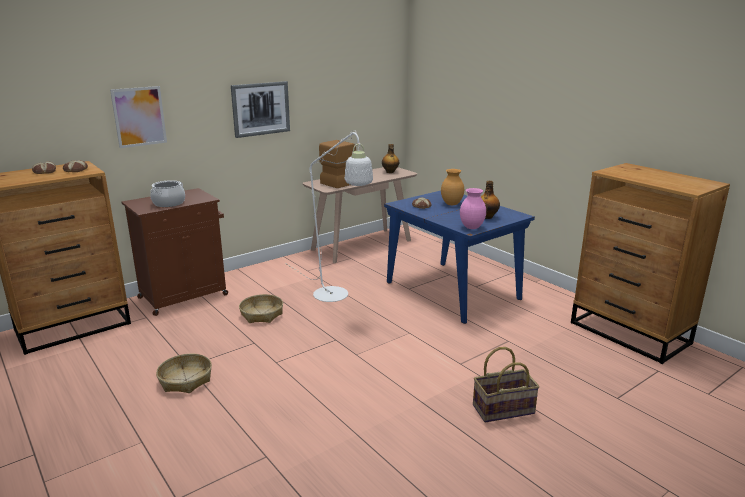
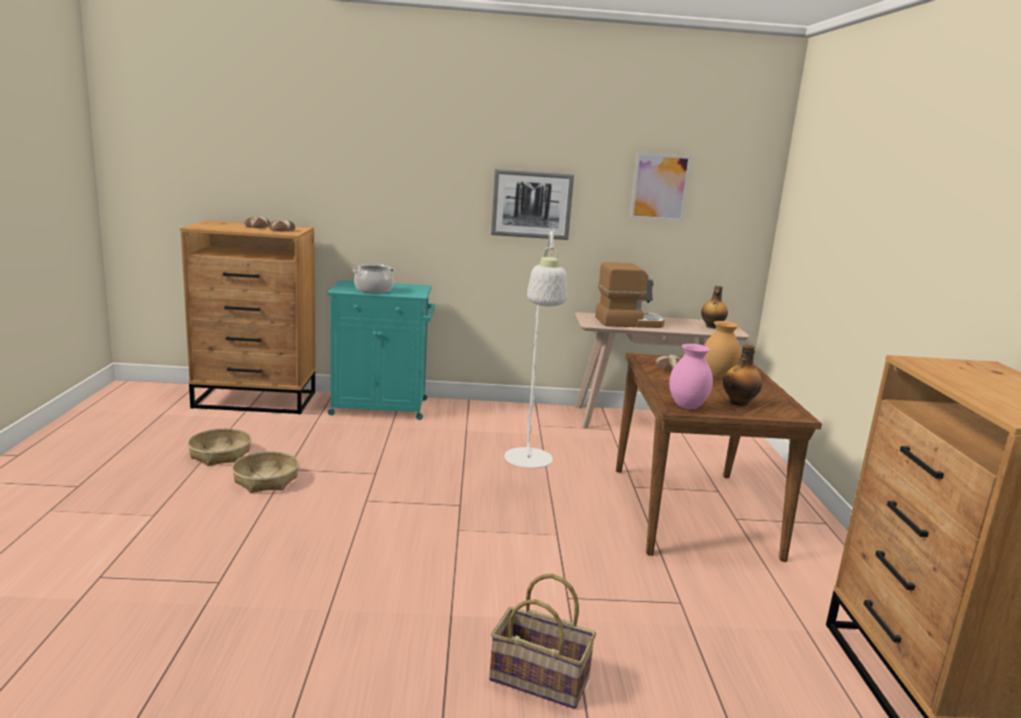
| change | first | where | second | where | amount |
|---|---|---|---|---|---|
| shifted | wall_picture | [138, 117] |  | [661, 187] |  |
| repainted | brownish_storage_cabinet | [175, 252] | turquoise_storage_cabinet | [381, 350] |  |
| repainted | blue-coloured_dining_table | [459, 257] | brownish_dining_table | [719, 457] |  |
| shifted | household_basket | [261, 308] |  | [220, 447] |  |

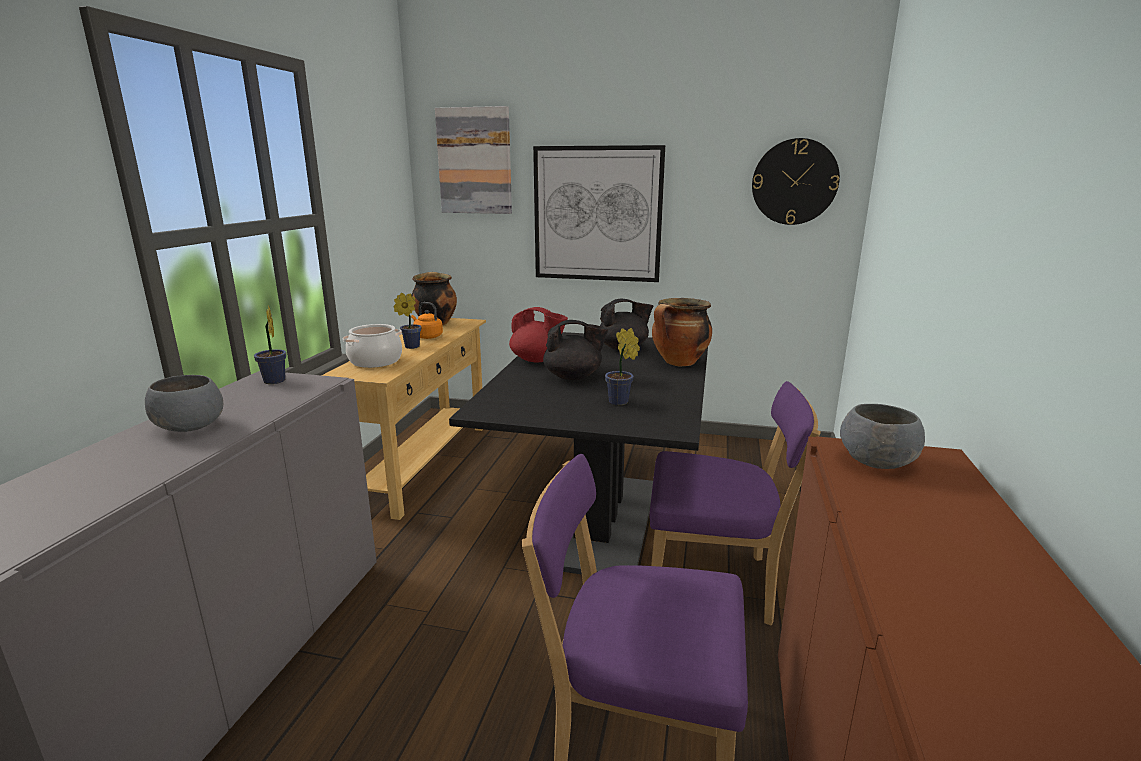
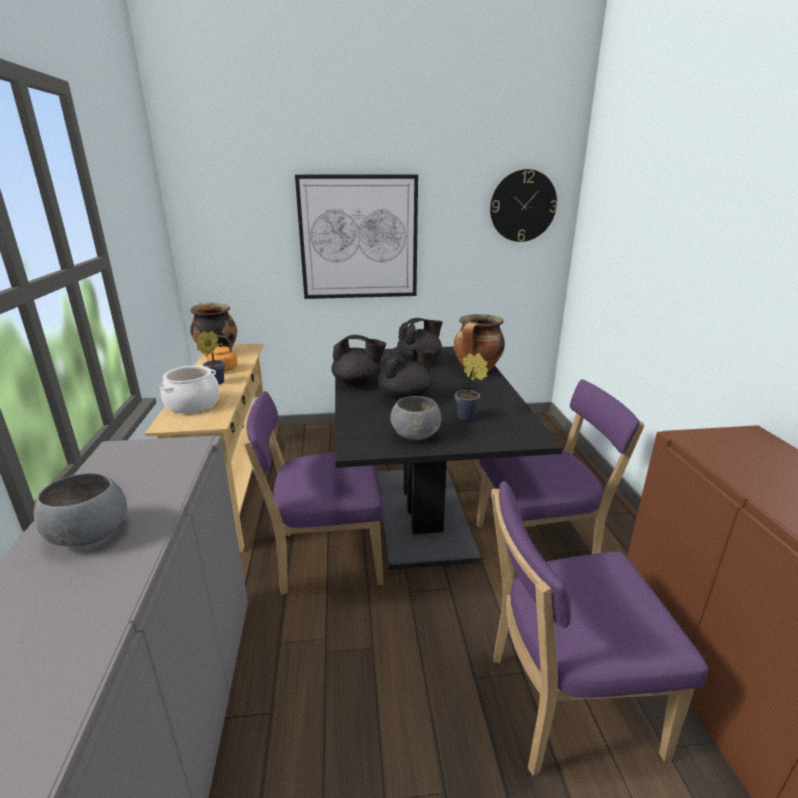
| change | first | where | second | where | amount |
|---|---|---|---|---|---|
| gone | wall_picture | [473, 160] |  |  |  |
| gone | houseplant | [270, 344] |  |  |  |
| repainted | red-coloured_pot_for_tea | [538, 335] | black_pot_for_tea | [358, 360] |  |
| shifted | grey_bowl | [882, 436] |  | [415, 418] |  |
| new |  |  | purplish_plain_chair | [313, 493] |  |

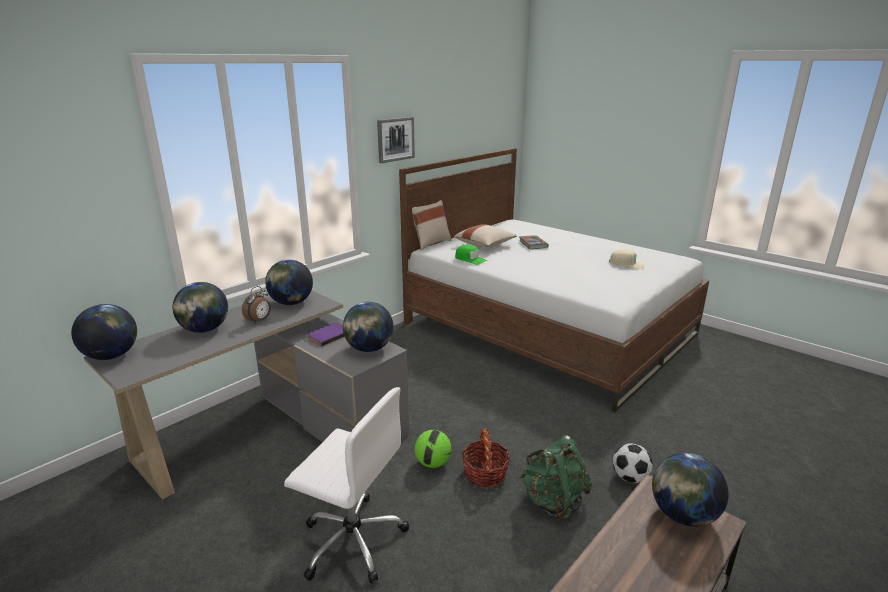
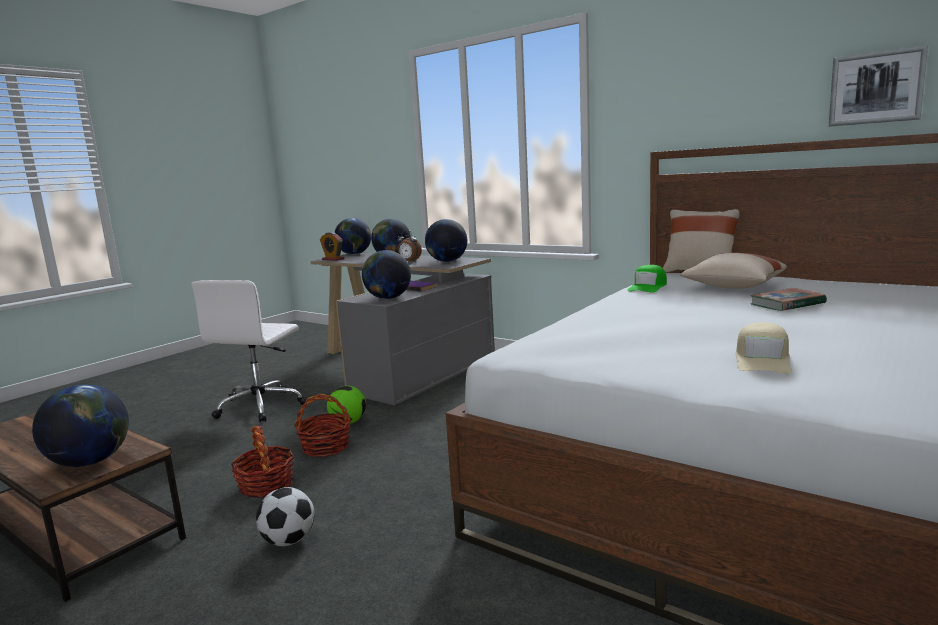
| change | first | where | second | where | amount |
|---|---|---|---|---|---|
| shifted | wall_picture | [396, 140] |  | [878, 86] |  |
| swapped | greenish_backpack | [555, 478] | household_basket | [262, 462] |  |
| new |  |  | alarm_clock | [332, 246] |  |

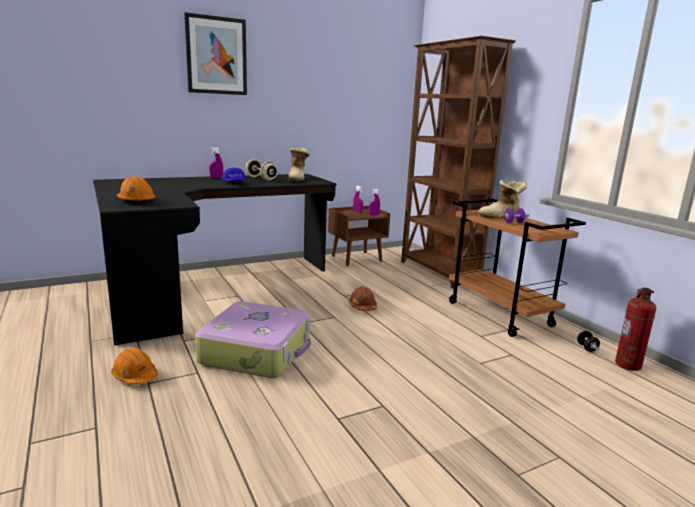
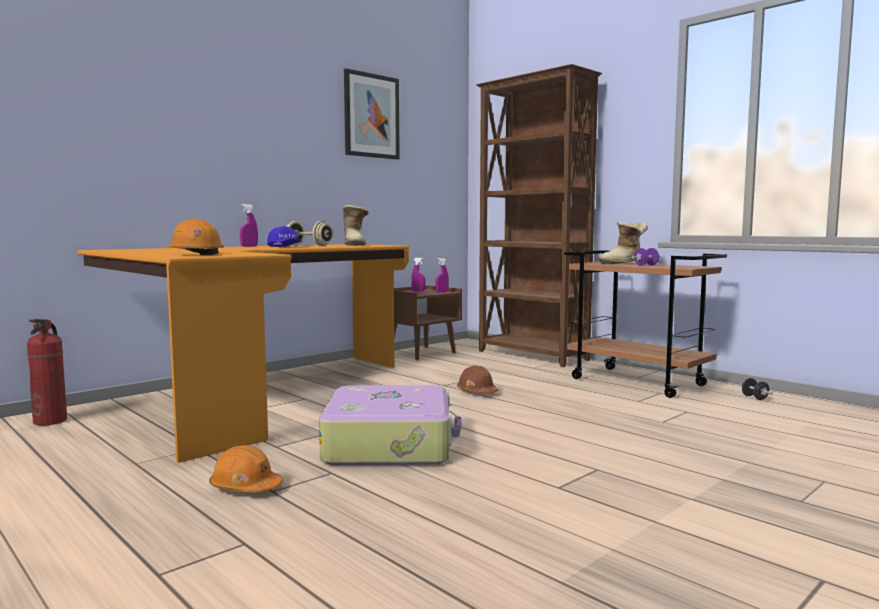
| change | first | where | second | where | amount |
|---|---|---|---|---|---|
| shifted | wall_picture | [215, 53] |  | [372, 114] |  |
| repainted | black_desk | [214, 259] | orange_desk | [243, 353] |  |
| shifted | fire-fighting_cylinder | [635, 329] |  | [47, 372] |  |

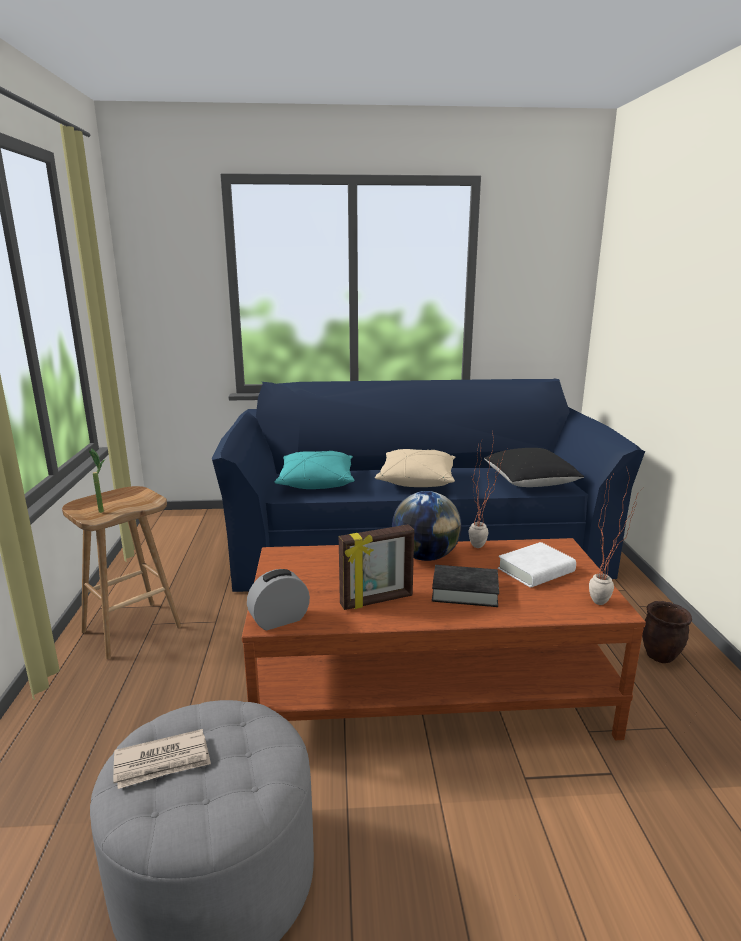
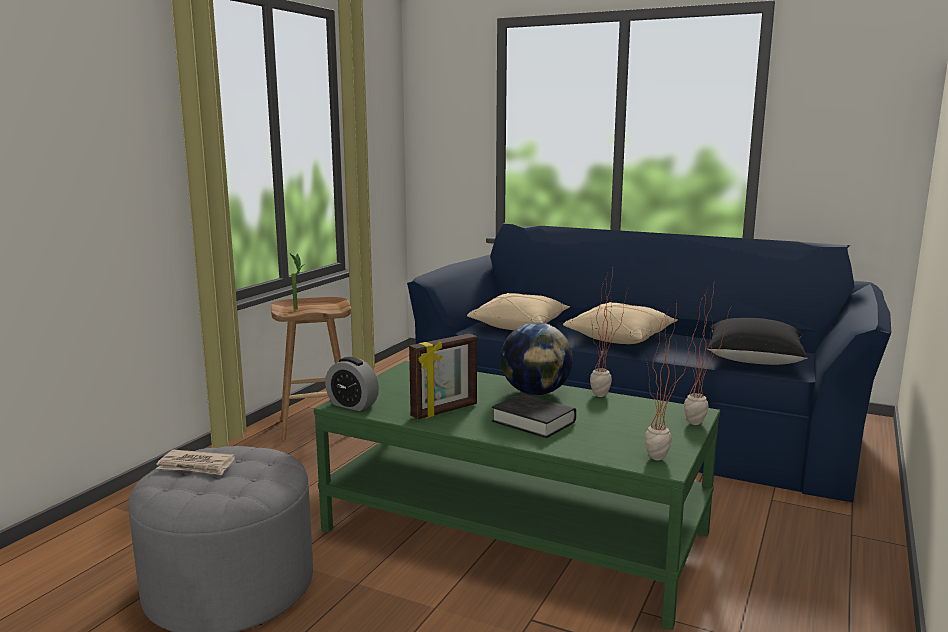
| change | first | where | second | where | amount |
|---|---|---|---|---|---|
| repainted | turquoise_throw_pillow | [314, 470] | beige-coloured_throw_pillow | [518, 311] |  |
| rotated | photo_frame | [376, 567] |  | [443, 376] | 45 degrees counterclockwise |
| repainted | brownish_low_table | [444, 639] | greenish_low_table | [517, 495] |  |
| gone | white-coloured_bound_book | [537, 564] |  |  |  |
| rotated | alarm_clock | [278, 600] |  | [352, 384] | 150 degrees counterclockwise |
| gone | brownish_planter | [667, 632] |  |  |  |
| new |  |  | houseplant | [707, 354] |  |

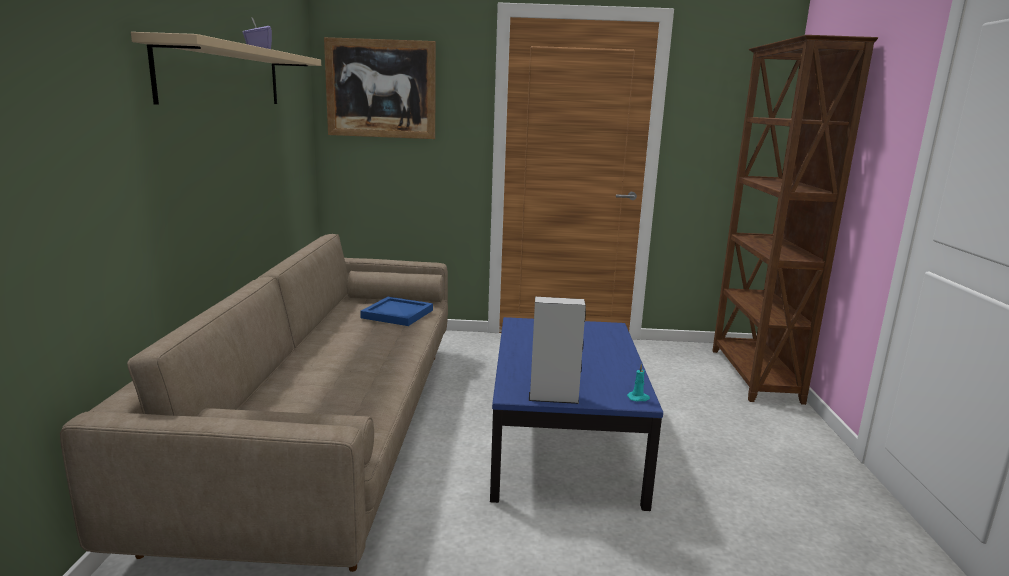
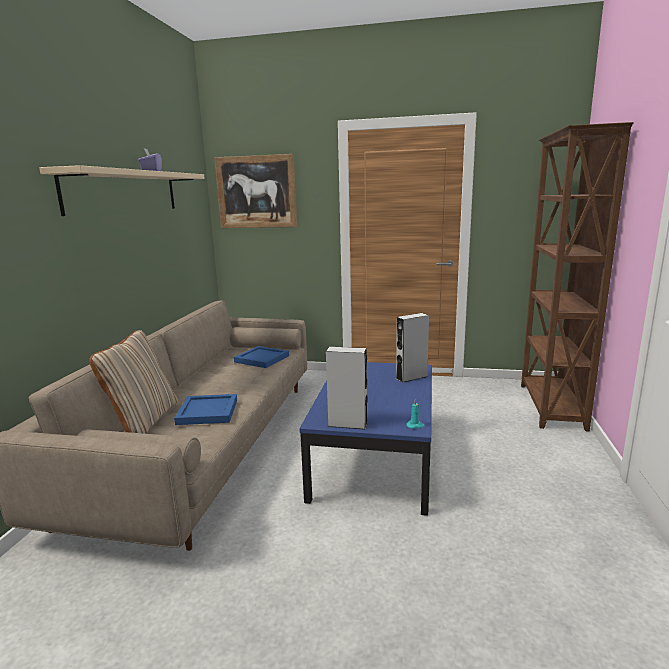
| change | first | where | second | where | amount |
|---|---|---|---|---|---|
| new |  |  | grey_speaker | [412, 348] |  |
| new |  |  | beige-coloured_throw_pillow | [133, 382] |  |
| new |  |  | blue-coloured_tray | [205, 409] |  |

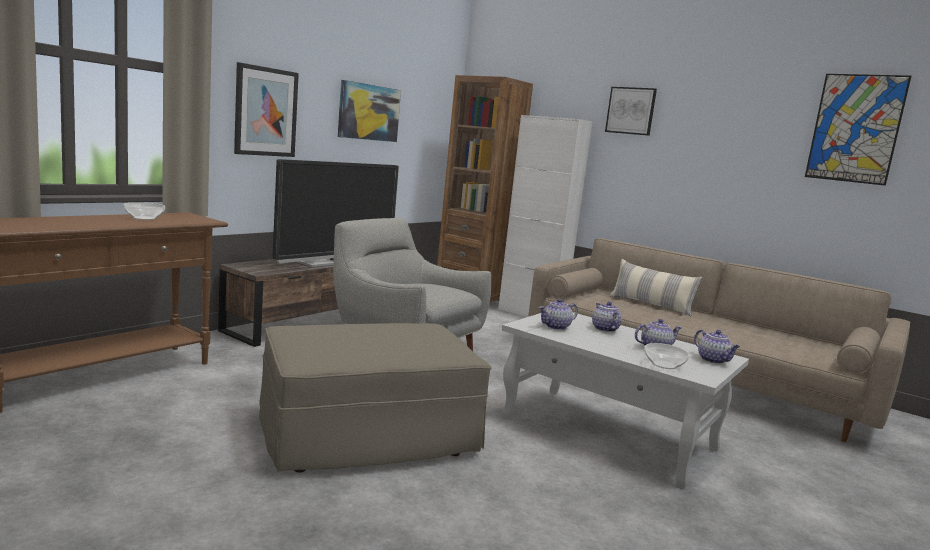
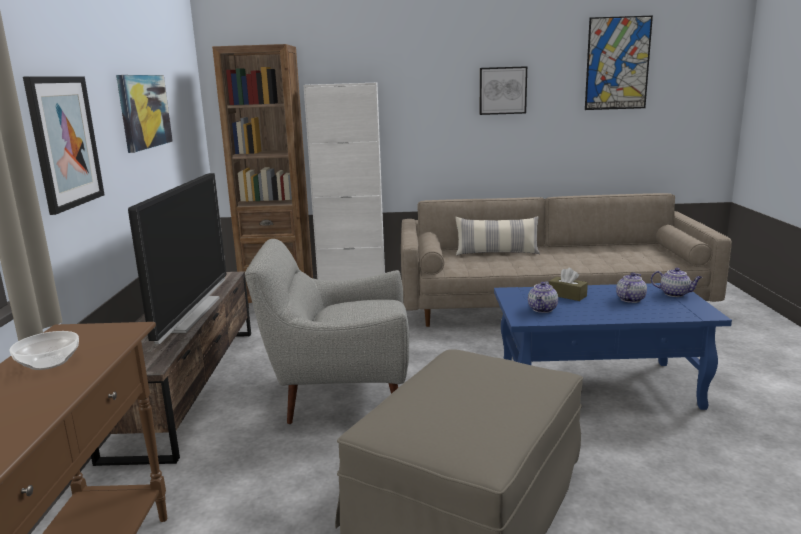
| change | first | where | second | where | amount |
|---|---|---|---|---|---|
| shifted | wall_picture | [631, 111] |  | [503, 90] |  |
| swapped | pot_for_tea | [607, 317] | brownish_box_of_tissues | [568, 284] |  |
| repainted | white-coloured_low_table | [625, 400] | blue-coloured_low_table | [613, 346] |  |
| gone | bowl | [667, 356] |  |  |  |

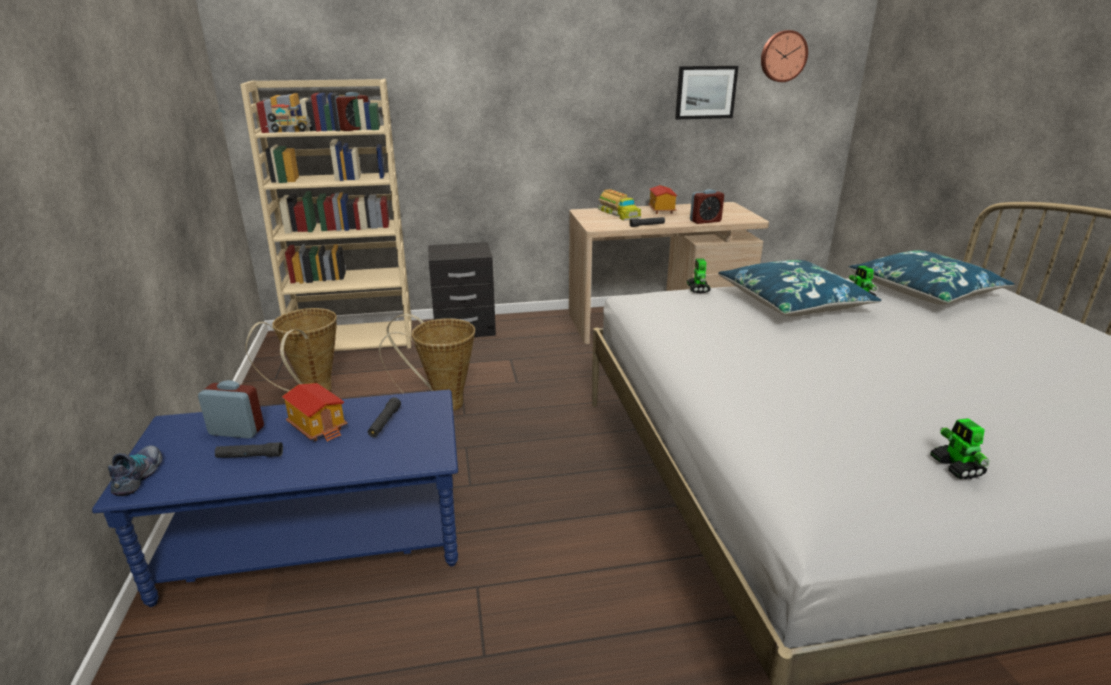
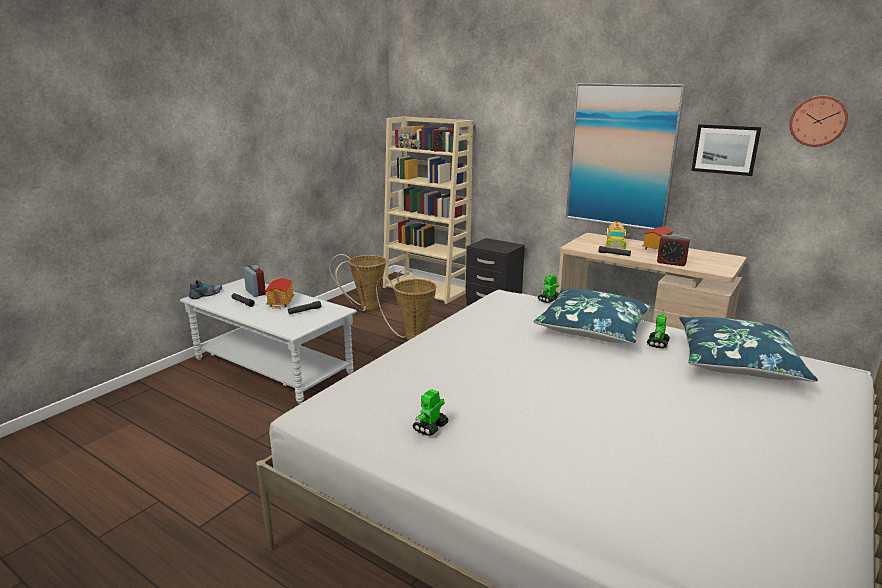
| change | first | where | second | where | amount |
|---|---|---|---|---|---|
| repainted | blue-coloured_low_table | [275, 498] | grey_low_table | [268, 341] |  |
| new |  |  | wall_picture | [625, 156] |  |

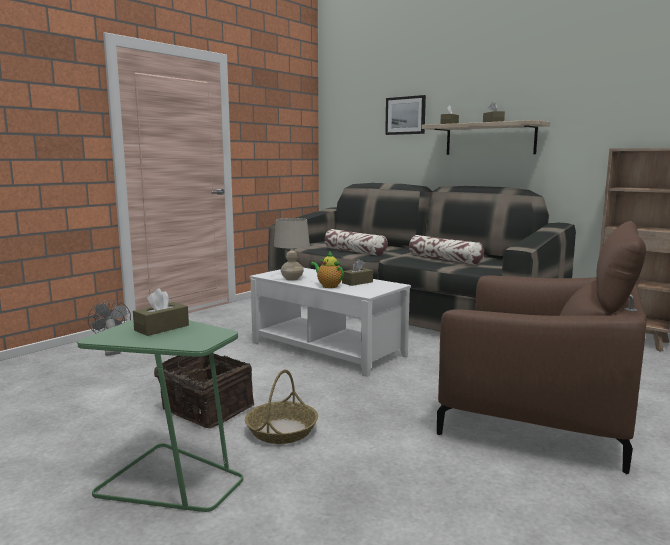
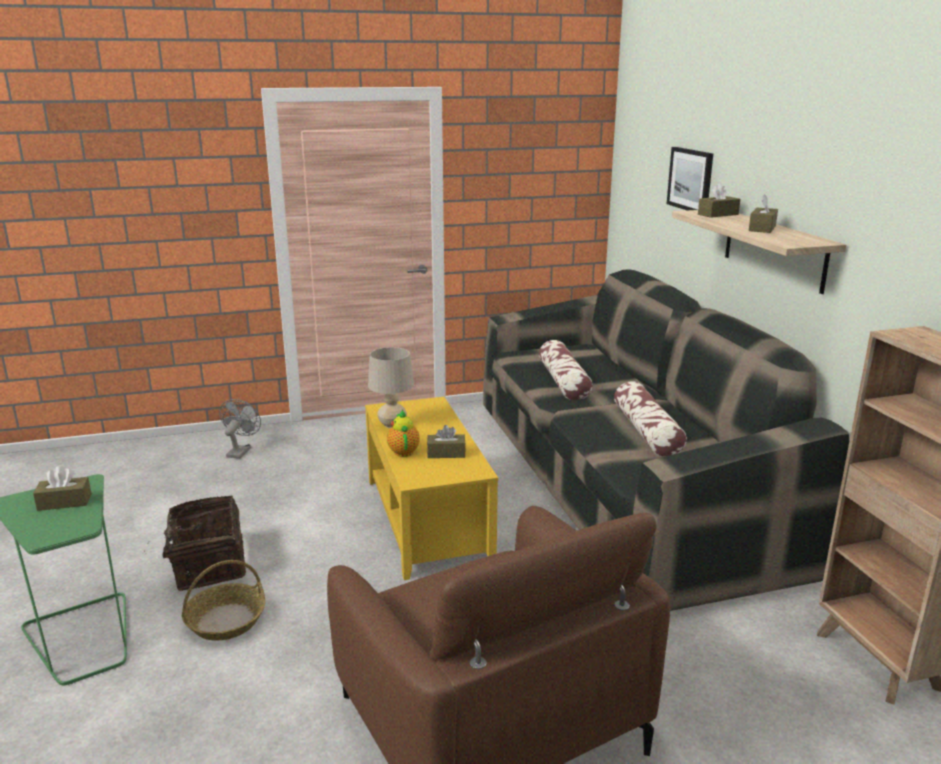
| change | first | where | second | where | amount |
|---|---|---|---|---|---|
| repainted | white-coloured_low_table | [330, 322] | yellow_low_table | [431, 488] |  |

